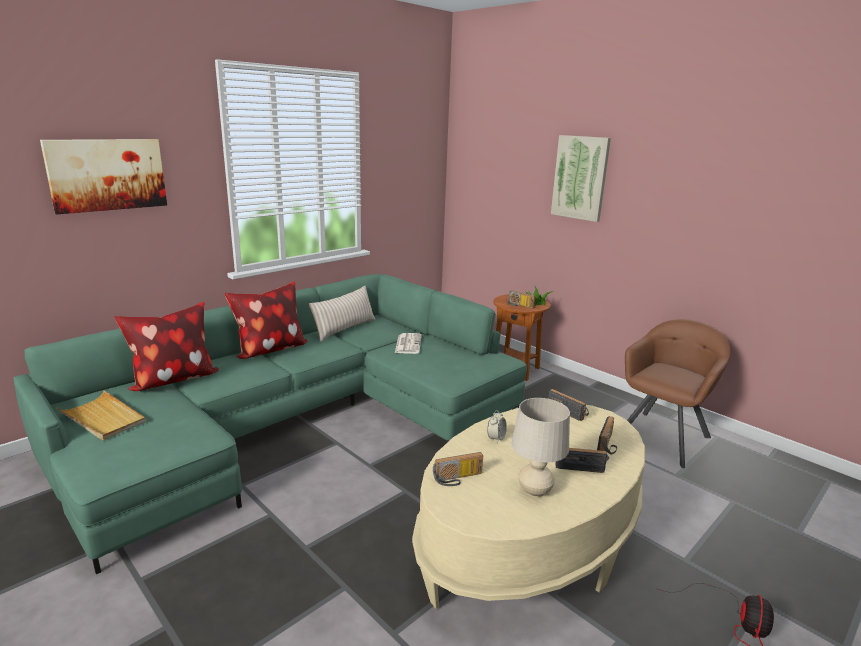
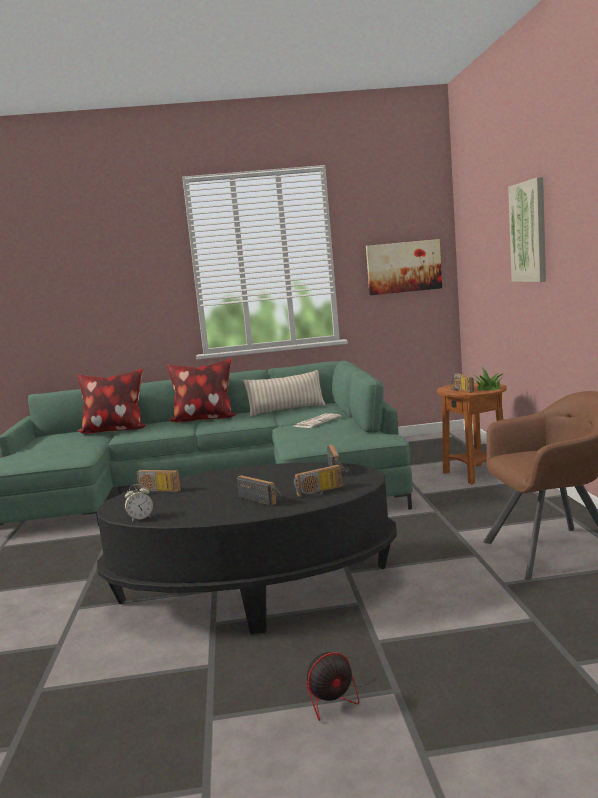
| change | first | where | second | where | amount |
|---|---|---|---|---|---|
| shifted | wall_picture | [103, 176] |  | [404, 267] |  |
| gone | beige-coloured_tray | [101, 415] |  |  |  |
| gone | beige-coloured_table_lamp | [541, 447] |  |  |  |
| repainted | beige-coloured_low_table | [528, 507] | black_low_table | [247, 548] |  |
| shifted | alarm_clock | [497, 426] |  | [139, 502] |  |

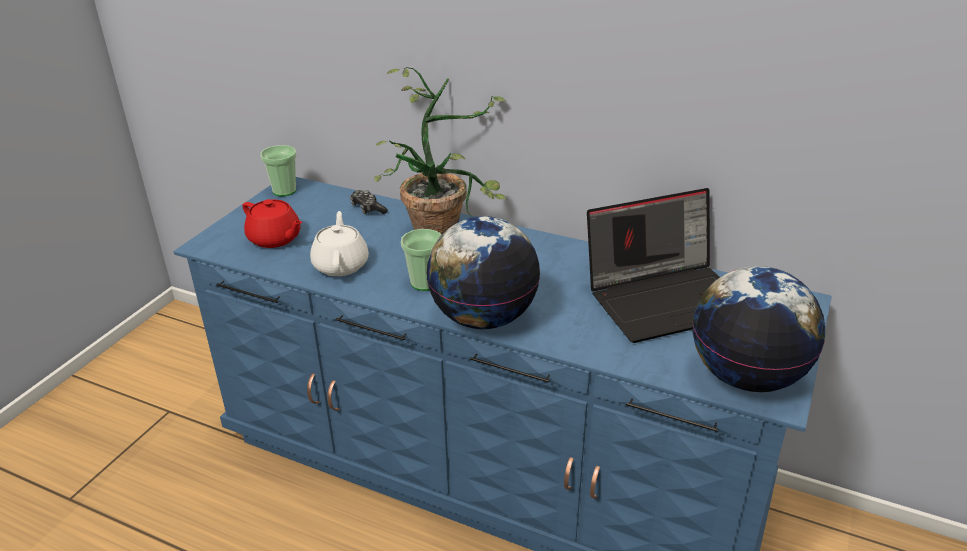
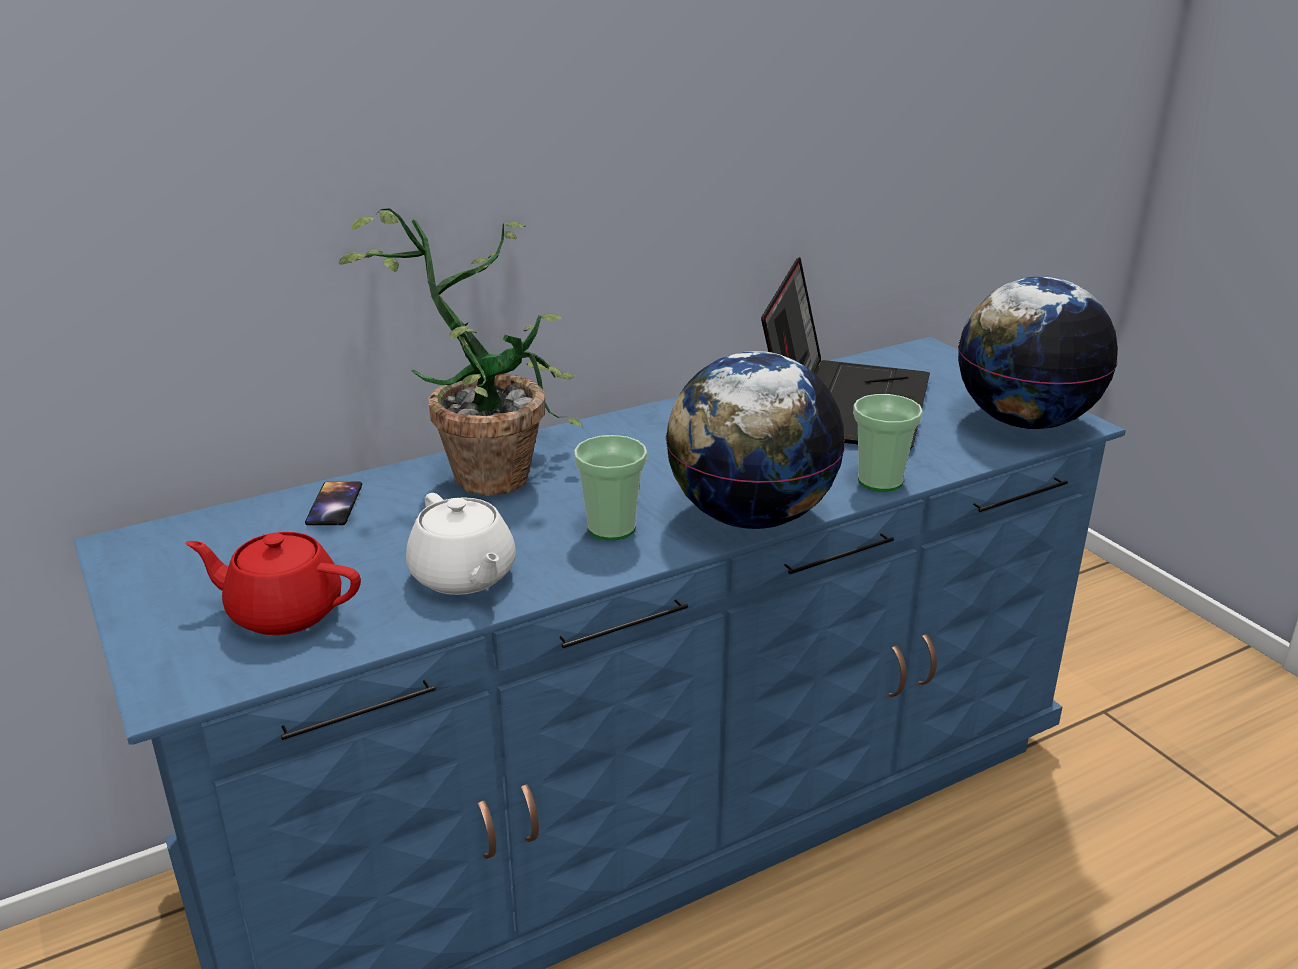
| change | first | where | second | where | amount |
|---|---|---|---|---|---|
| shifted | cup | [278, 171] |  | [888, 443] |  |
| swapped | game_controller | [369, 202] | handset | [333, 503] |  |
| rotated | red-coloured_pot_for_tea | [272, 223] |  | [273, 583] | 150 degrees counterclockwise |
| rotated | white-coloured_pot_for_tea | [339, 243] |  | [461, 544] | 150 degrees counterclockwise |

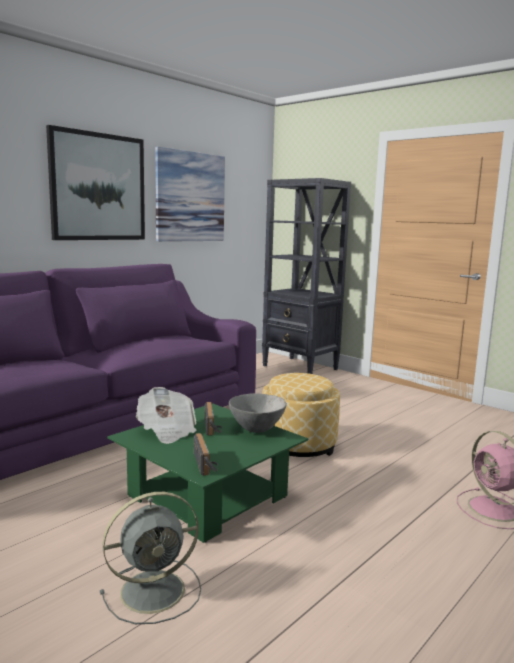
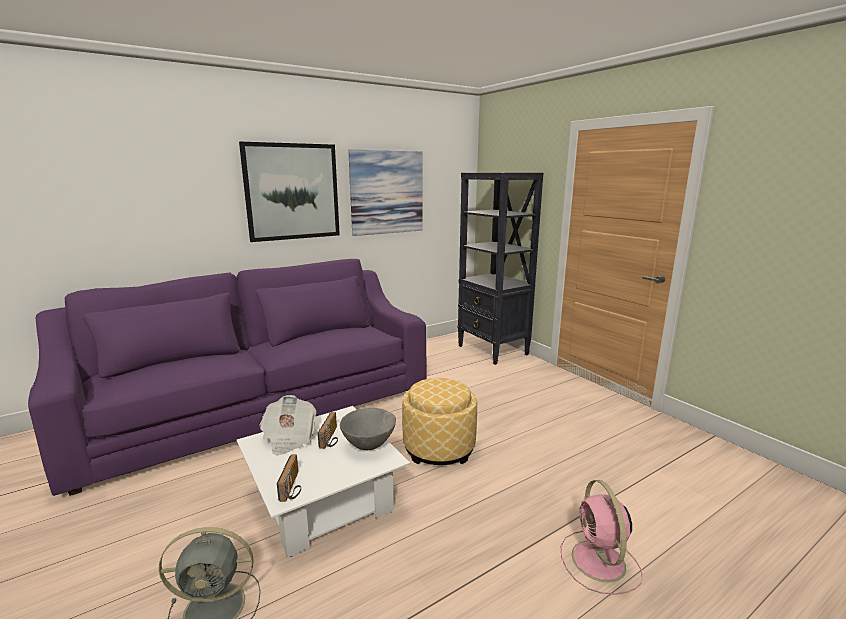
| change | first | where | second | where | amount |
|---|---|---|---|---|---|
| repainted | greenish_low_table | [207, 473] | white-coloured_low_table | [323, 481] |  |

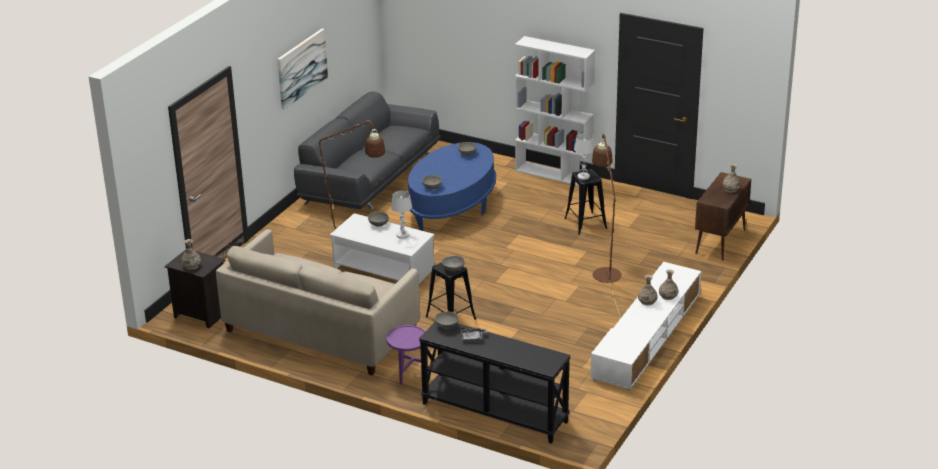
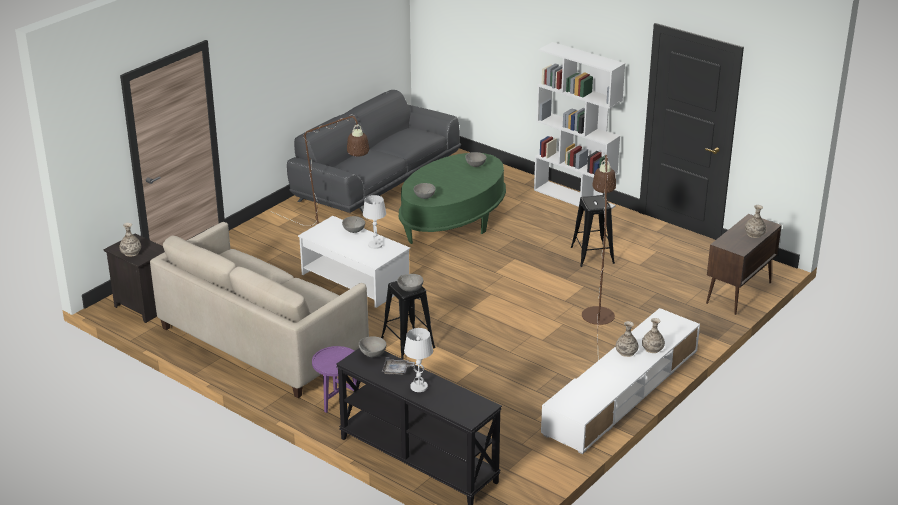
| change | first | where | second | where | amount |
|---|---|---|---|---|---|
| gone | wall_picture | [302, 68] |  |  |  |
| shifted | white-coloured_table_lamp | [584, 156] |  | [418, 360] |  |
| repainted | blue-coloured_low_table | [452, 186] | greenish_low_table | [452, 198] |  |

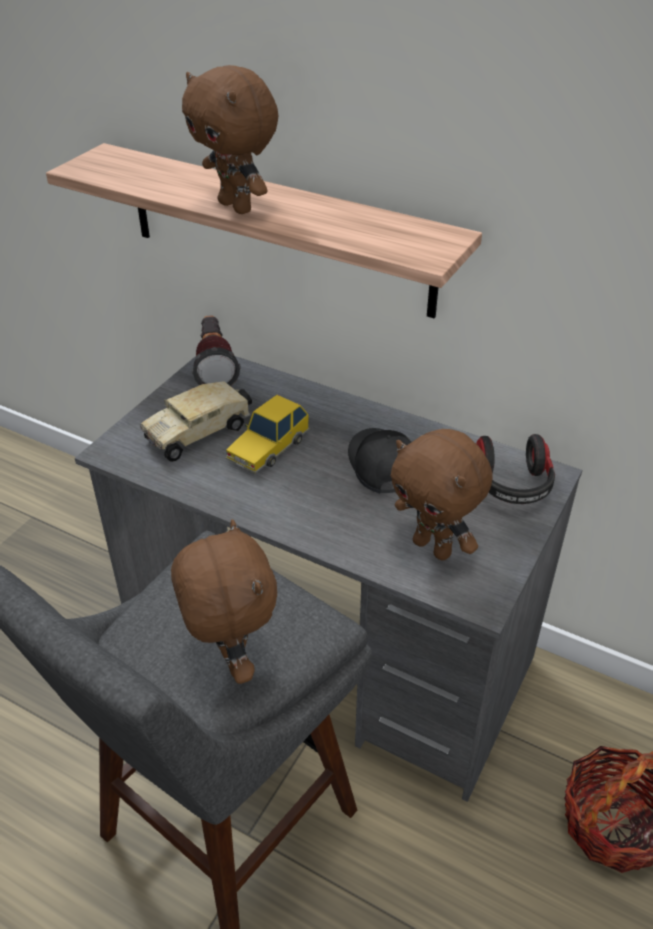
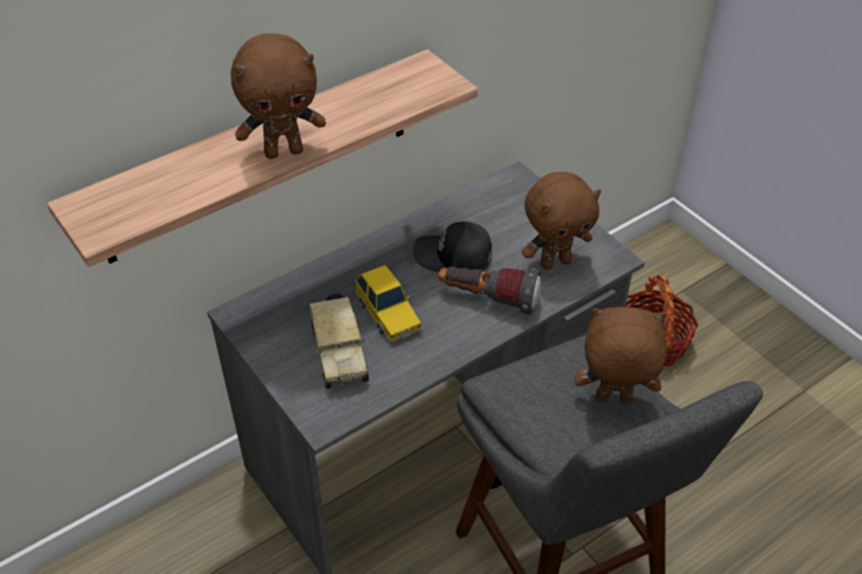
| change | first | where | second | where | amount |
|---|---|---|---|---|---|
| shifted | flashlight | [216, 350] |  | [489, 290] |  |
| gone | headset | [515, 469] |  |  |  |

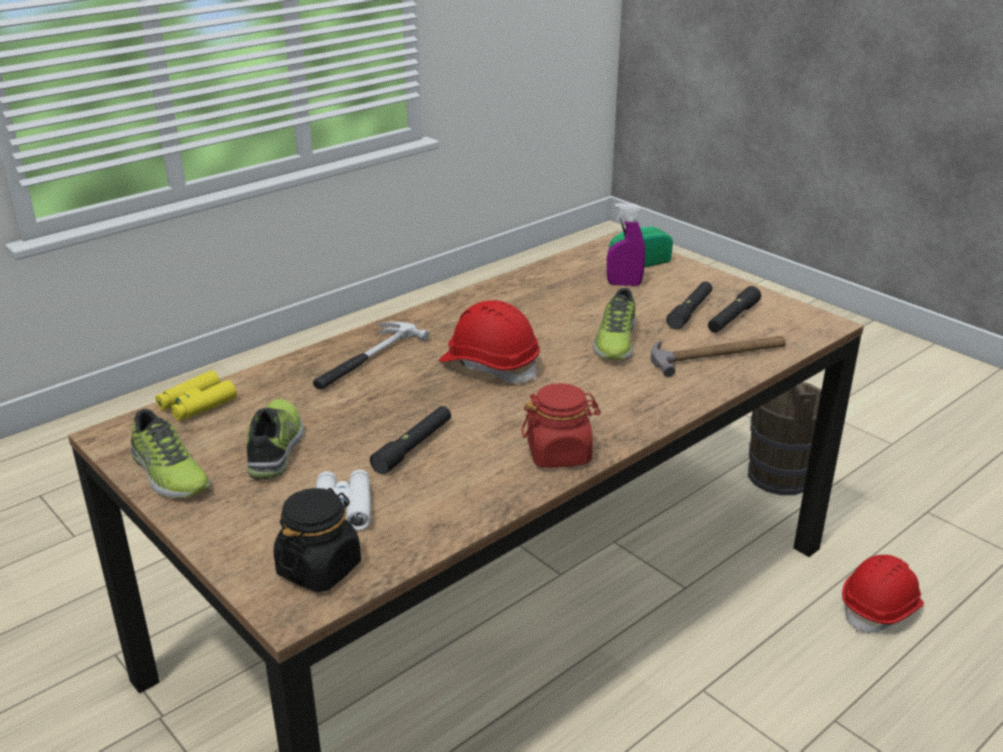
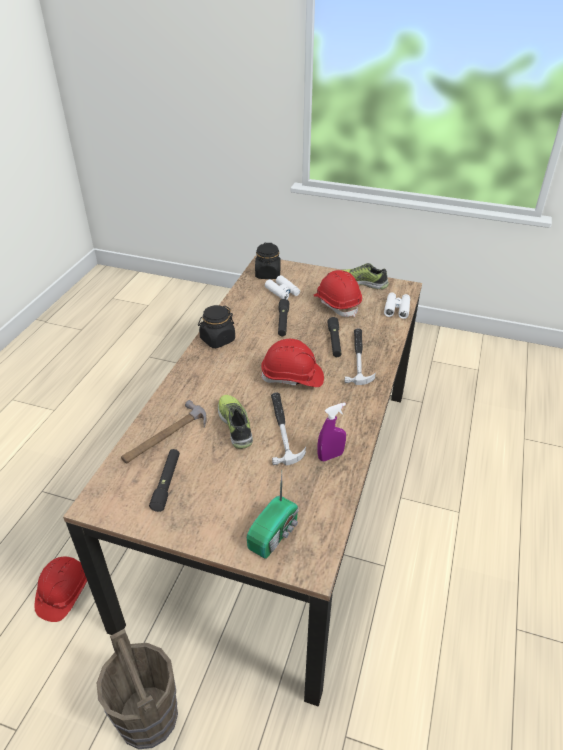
| change | first | where | second | where | amount |
|---|---|---|---|---|---|
| shifted | purplish_spray_bottle | [626, 244] |  | [331, 431] |  |
| shifted | black_flashlight | [689, 305] |  | [334, 337] |  |
| repainted | yellow_field_glasses | [196, 395] | white-coloured_field_glasses | [397, 306] |  |
| repainted | red-coloured_jar | [561, 425] | black_jar | [216, 326] |  |
| swapped | shoe | [275, 439] | red-coloured_safety_helmet | [338, 293] |  |
| new |  |  | hammer | [288, 428] |  |

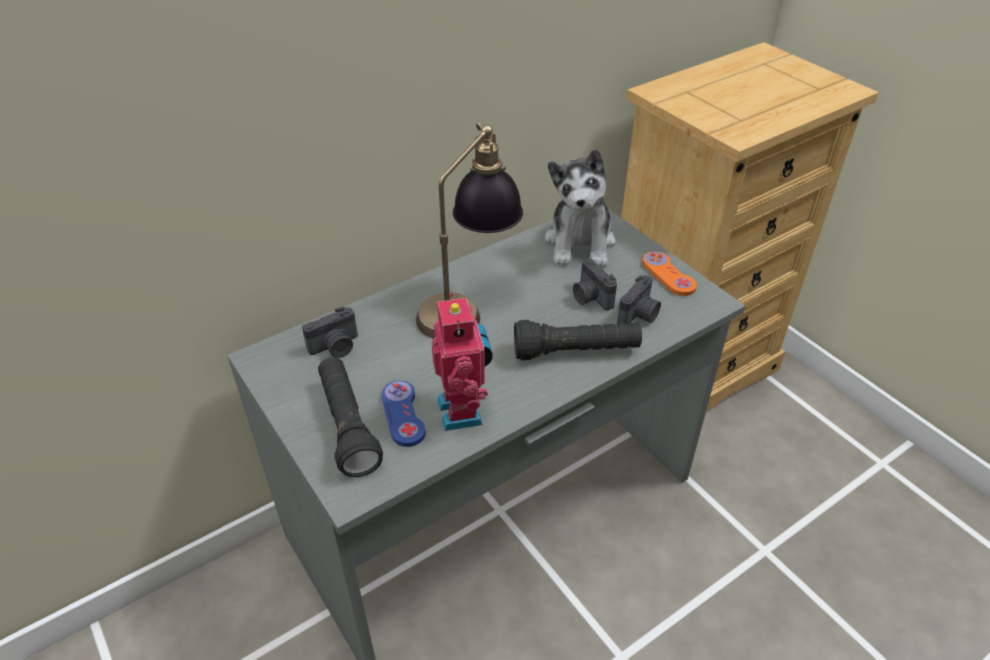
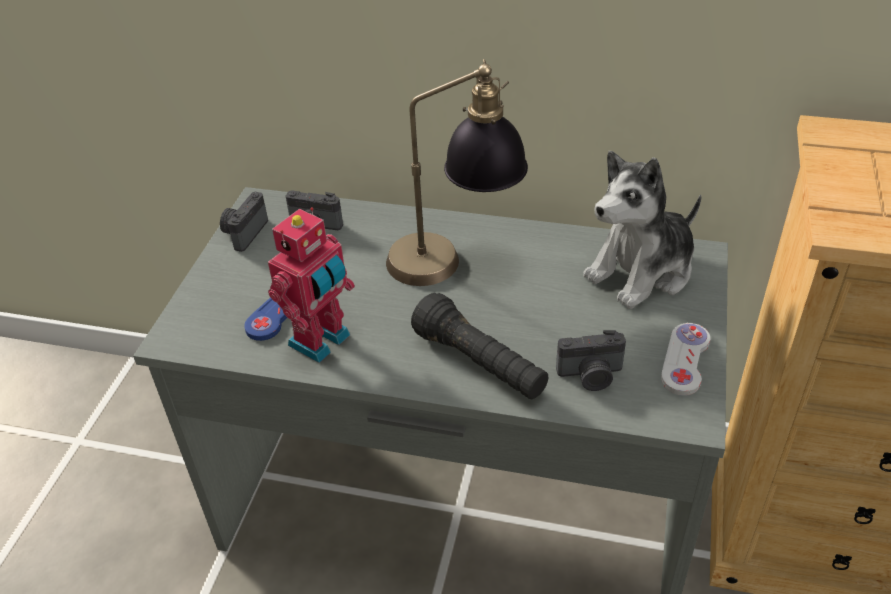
| change | first | where | second | where | amount |
|---|---|---|---|---|---|
| repainted | orange_game_controller | [669, 273] | white-coloured_game_controller | [686, 359] |  |
| shifted | still_camera | [595, 284] |  | [244, 222] |  |
| gone | black_flashlight | [350, 417] |  |  |  |

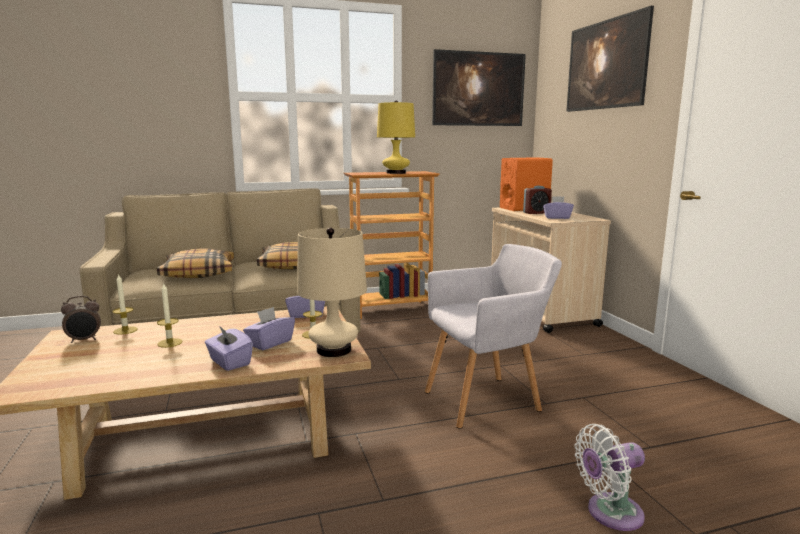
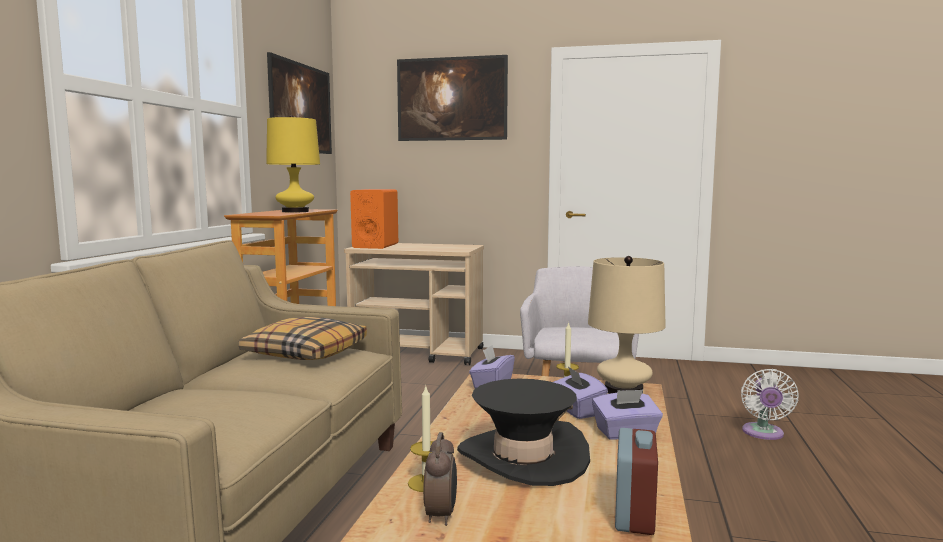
| change | first | where | second | where | amount |
|---|---|---|---|---|---|
| shifted | alarm_clock | [537, 200] |  | [636, 481] |  |
| gone | purplish_box_of_tissues | [558, 207] |  |  |  |
| gone | throw_pillow | [195, 263] |  |  |  |
| swapped | wax_light | [170, 315] | black_wearable_hat | [523, 432] |  |

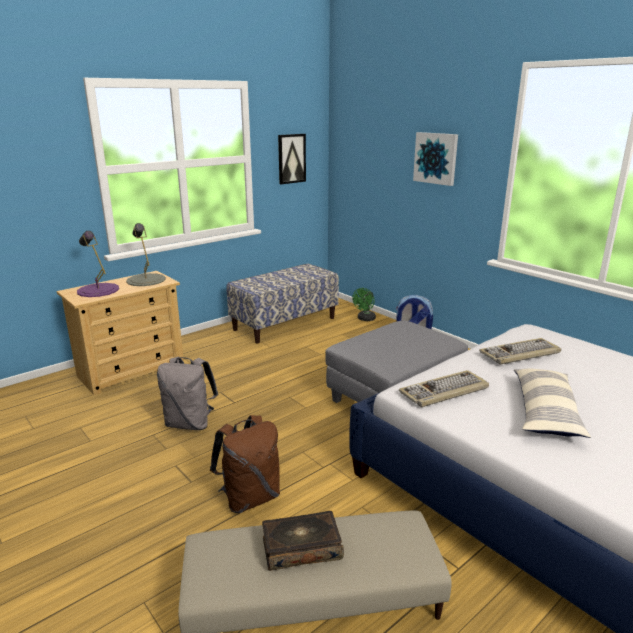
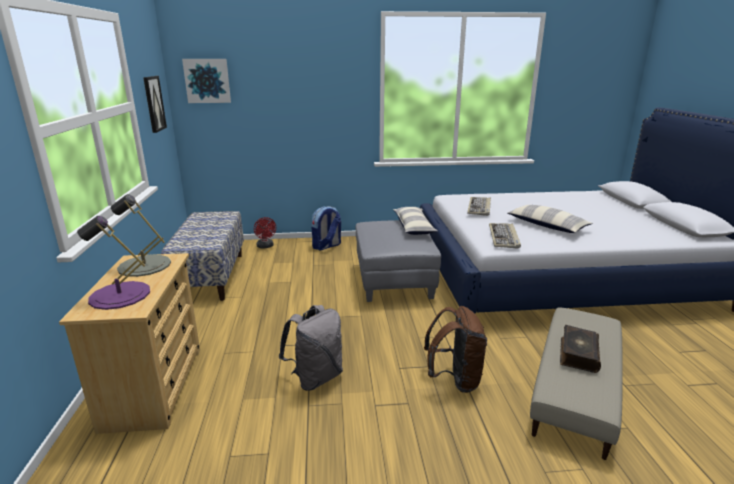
| change | first | where | second | where | amount |
|---|---|---|---|---|---|
| shifted | wall_picture | [435, 159] |  | [206, 81] |  |
| repainted | greenish_cooling_fan | [364, 304] | red-coloured_cooling_fan | [265, 232] |  |
| new |  |  | throw_pillow | [415, 221] |  |

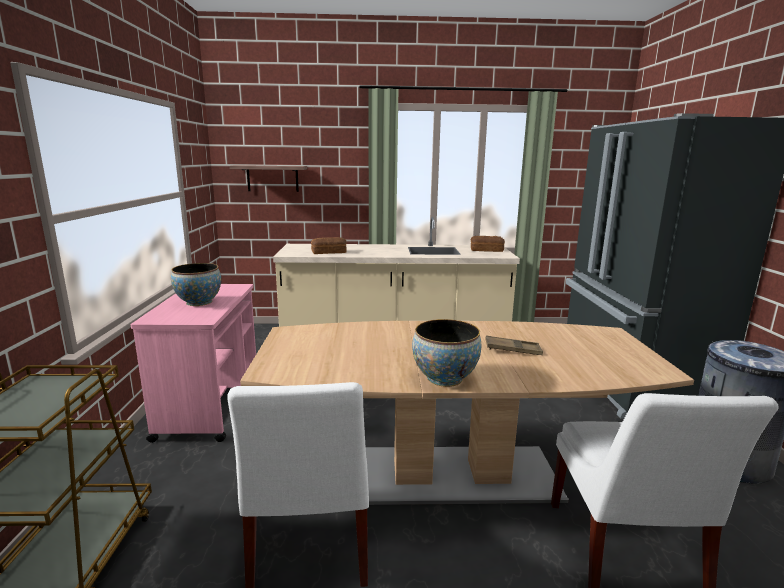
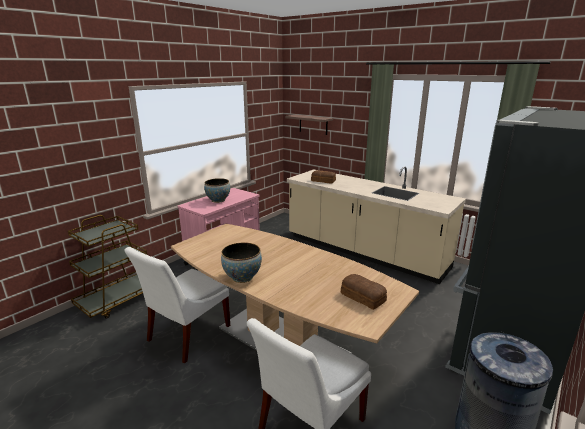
| change | first | where | second | where | amount |
|---|---|---|---|---|---|
| shifted | bread | [488, 244] |  | [364, 292] |  |
| gone | brownish_tray | [514, 345] |  |  |  |

